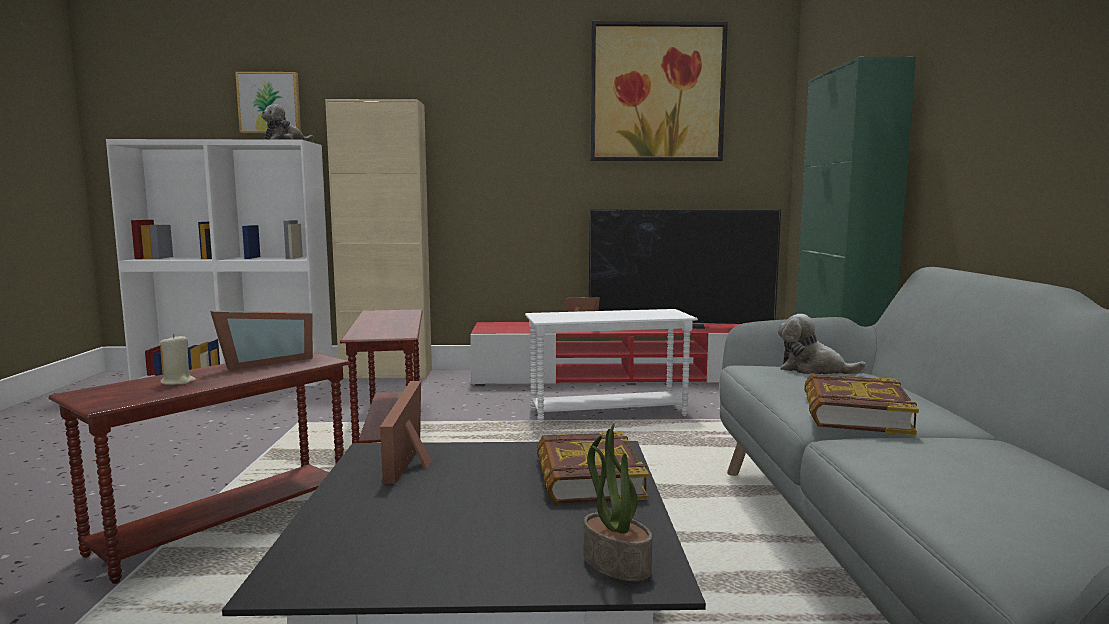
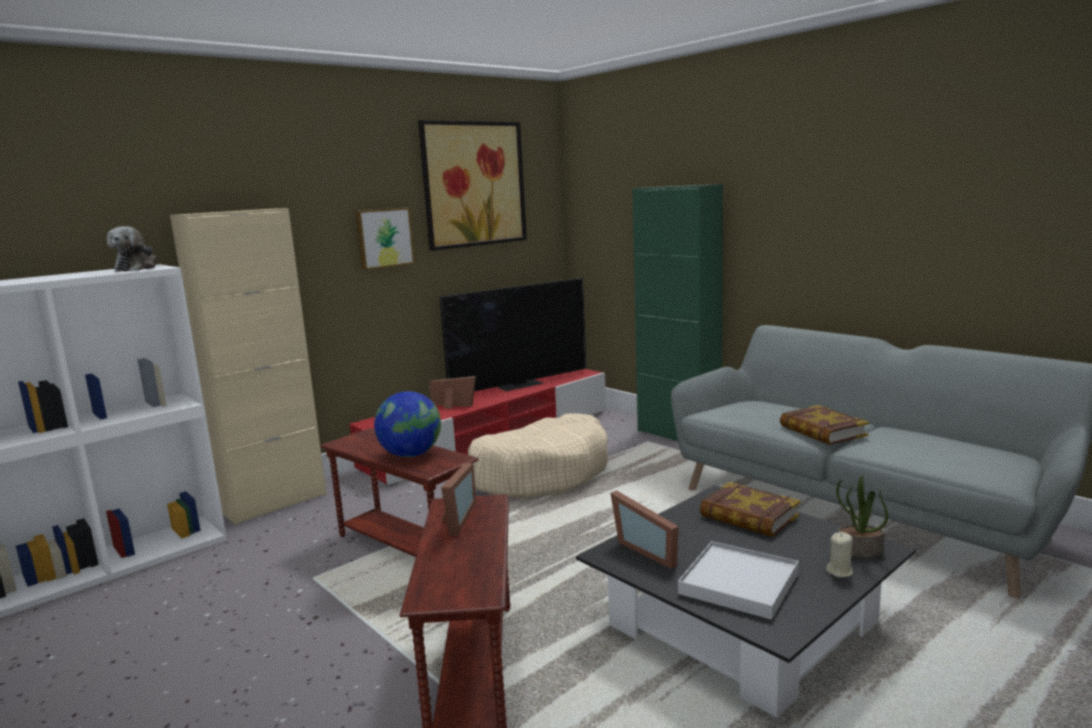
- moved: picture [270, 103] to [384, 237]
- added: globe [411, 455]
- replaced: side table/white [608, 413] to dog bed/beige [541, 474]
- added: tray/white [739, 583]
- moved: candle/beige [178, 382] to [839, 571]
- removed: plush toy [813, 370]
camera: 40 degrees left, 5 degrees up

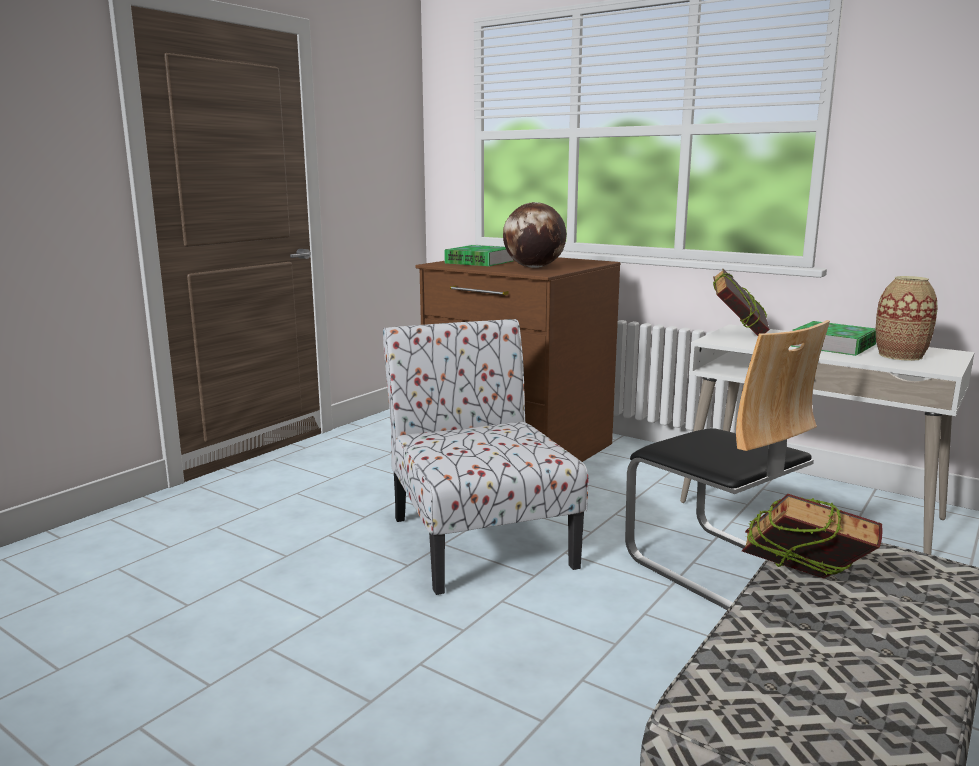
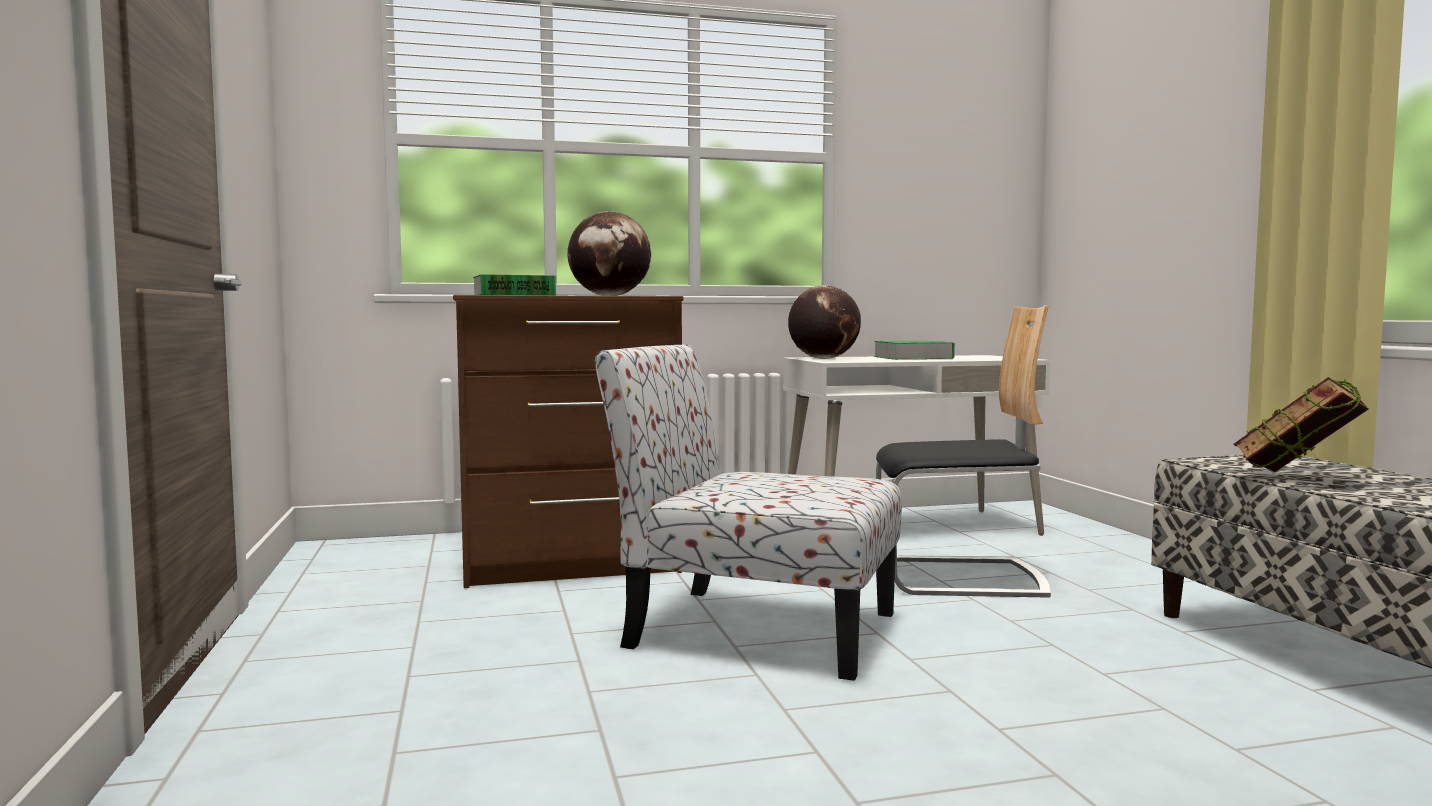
- replaced: book [738, 333] to globe [823, 358]
- removed: vase [900, 355]
camera: 50 degrees left, 10 degrees down

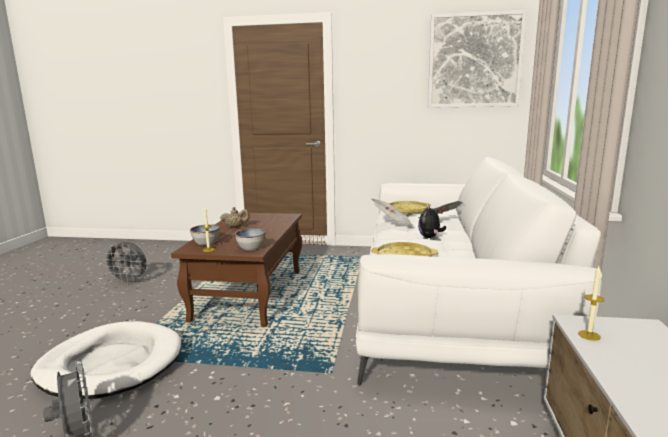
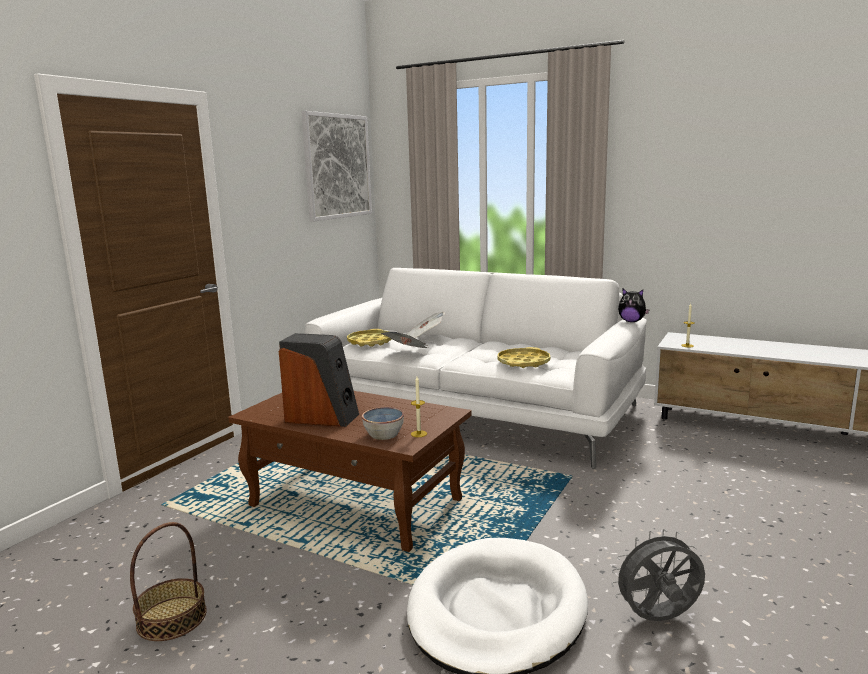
- replaced: fan/grey [129, 282] to basket [171, 618]
- replaced: teapot/beige [235, 226] to speaker [322, 417]
- moved: plush toy [430, 237] to [631, 321]
- removed: bowl [251, 247]
camera: 70 degrees left, 0 degrees up

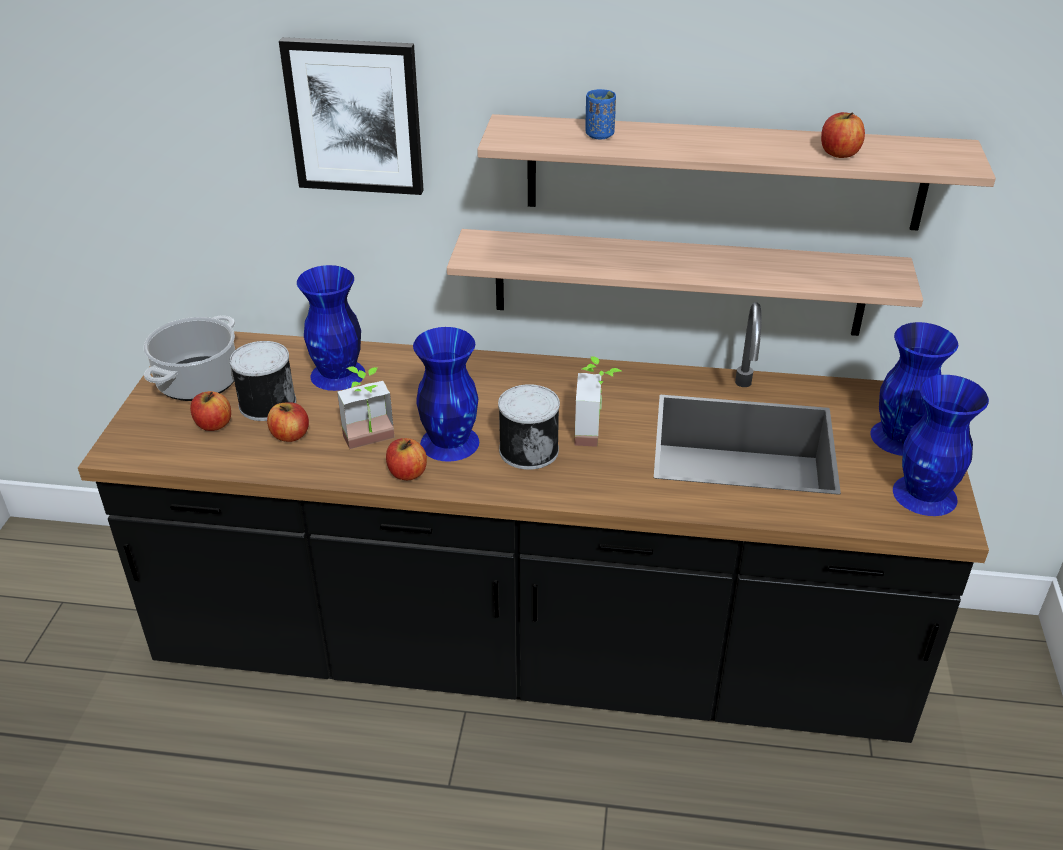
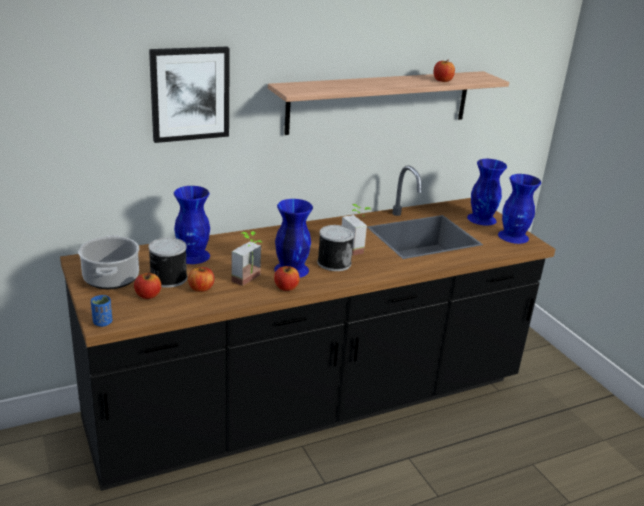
- moved: cup/blue [599, 135] to [102, 322]
- removed: shelf [678, 282]
camera: 35 degrees left, 10 degrees down

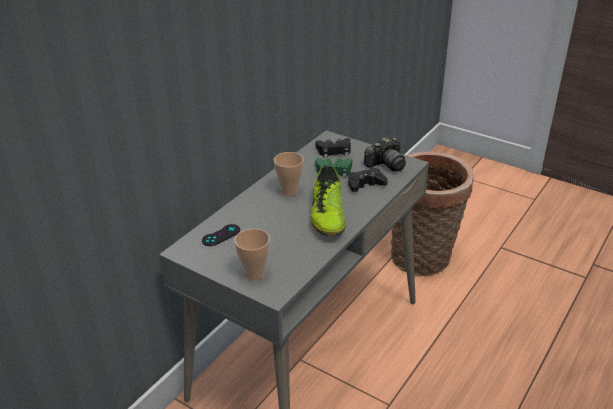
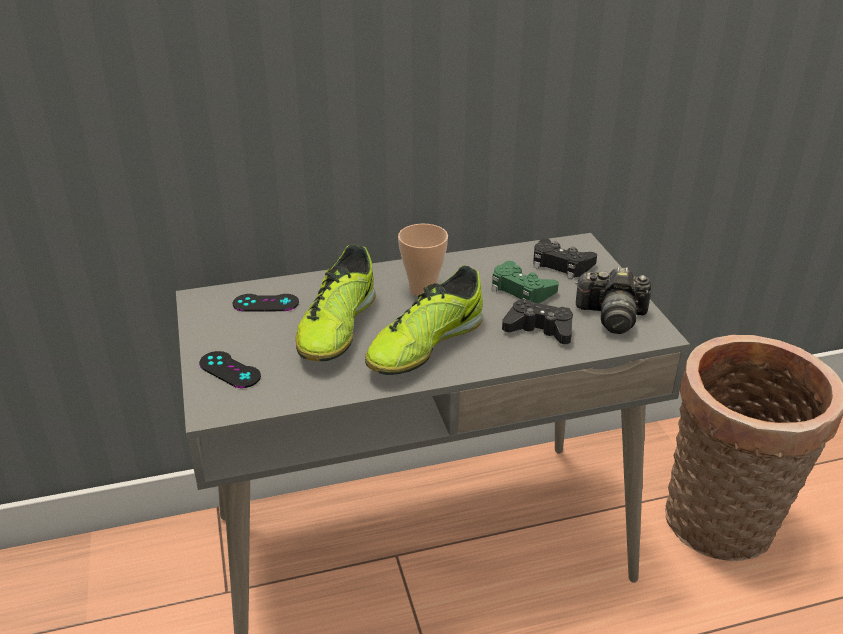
- replaced: cup [254, 274] to game controller/black [230, 370]
- added: shoe [337, 327]
camera: 40 degrees right, 0 degrees up

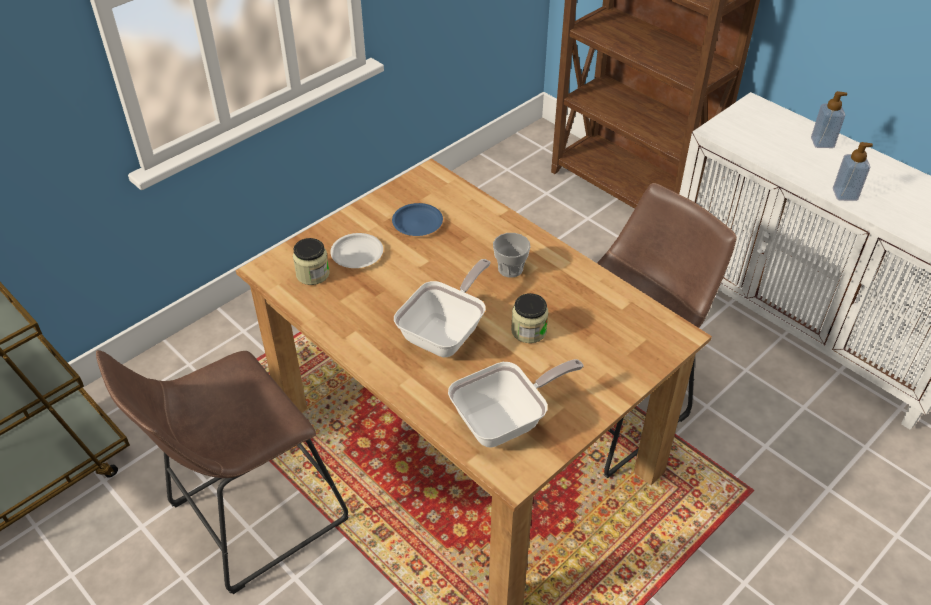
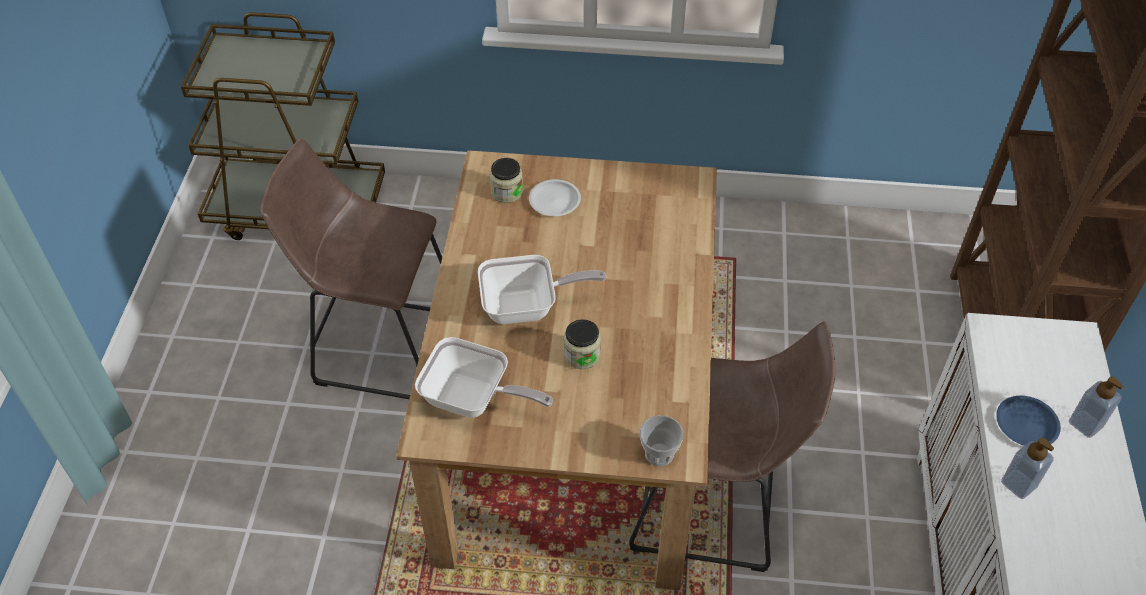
- moved: cup [510, 269] to [659, 454]
- moved: plate/blue [417, 223] to [1025, 424]
camera: 50 degrees right, 5 degrees up

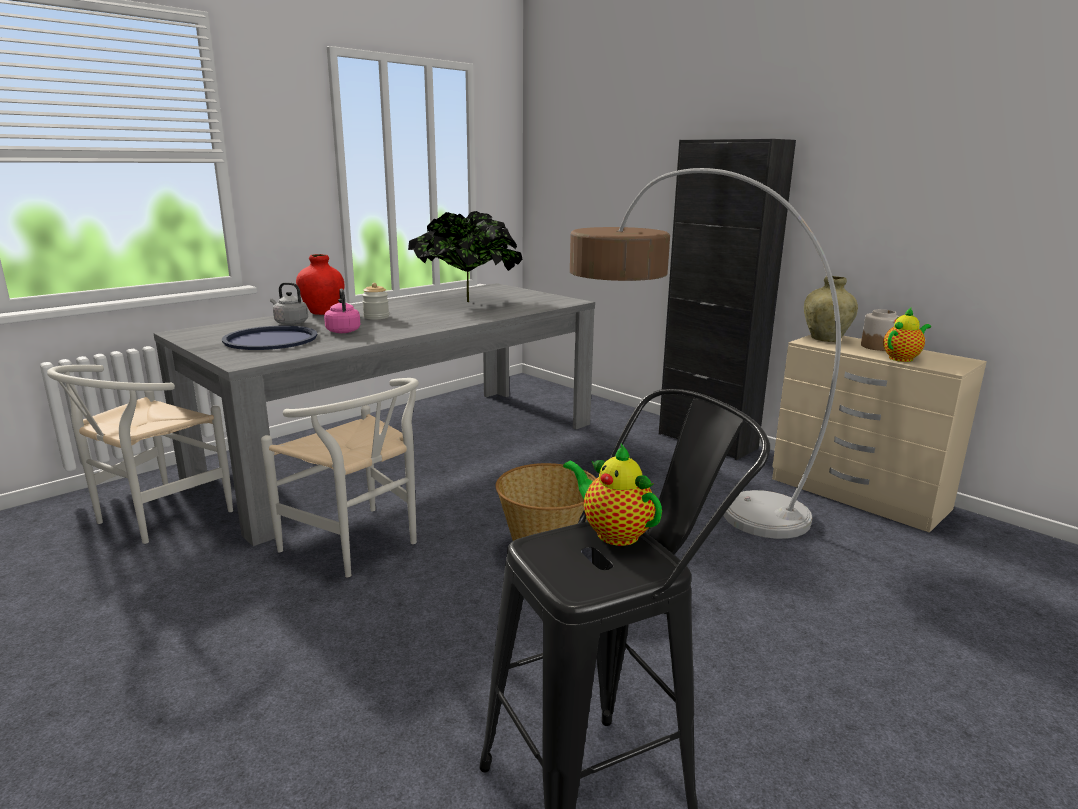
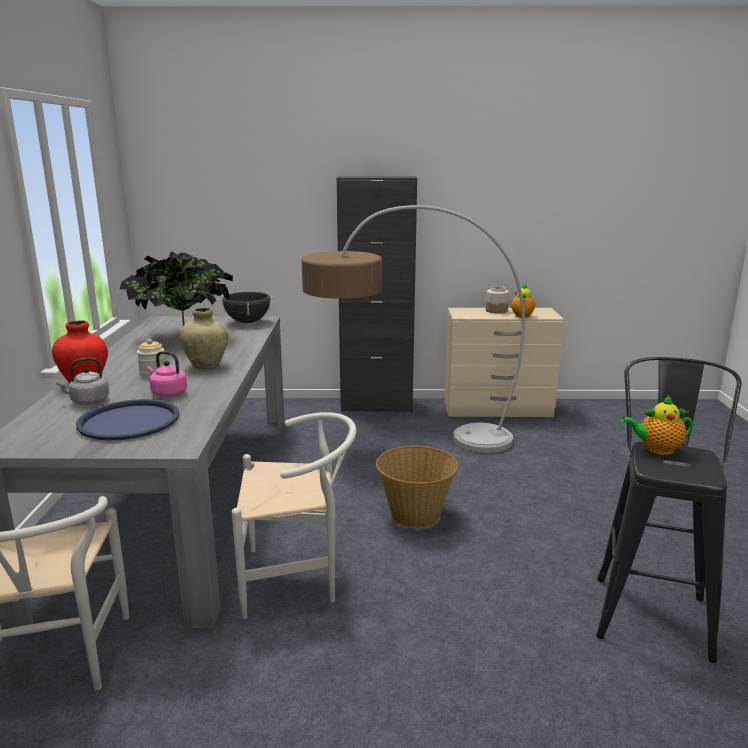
- moved: vase/beige [825, 339] to [206, 366]
- added: cooking pot/black [248, 322]
camera: 45 degrees left, 0 degrees up

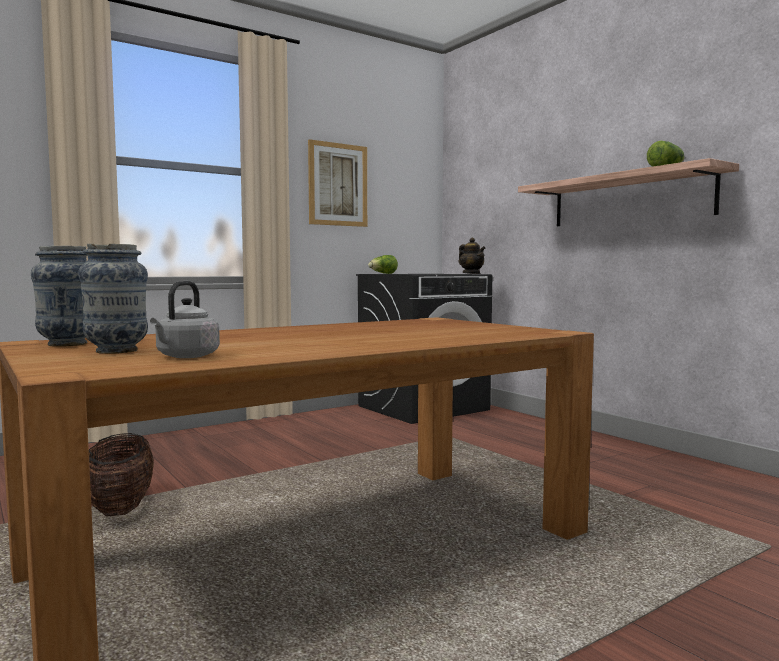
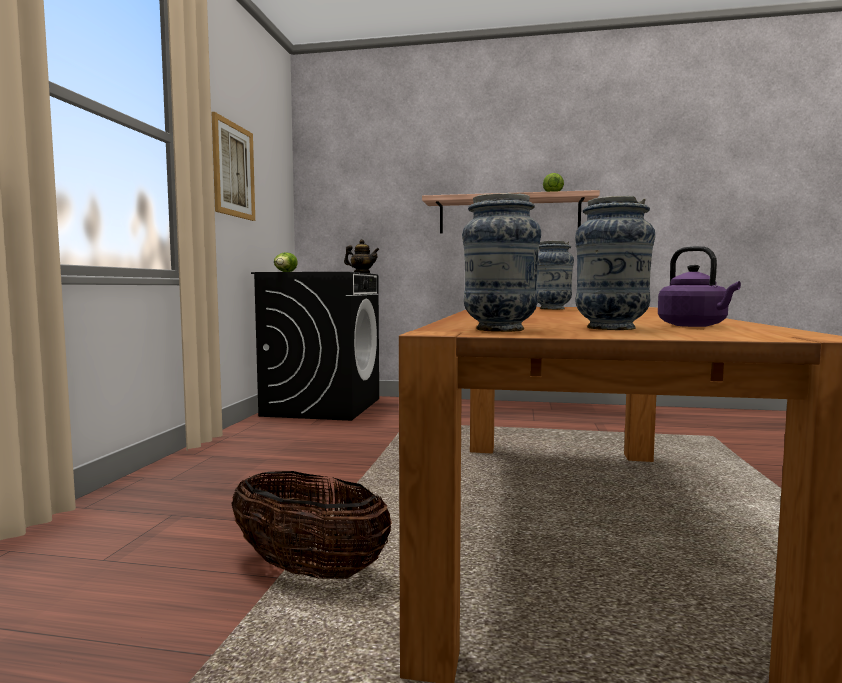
- added: vase [552, 309]
- recoloured: kettle/grey [186, 356] to kettle/purple [695, 326]
camera: 45 degrees left, 0 degrees up

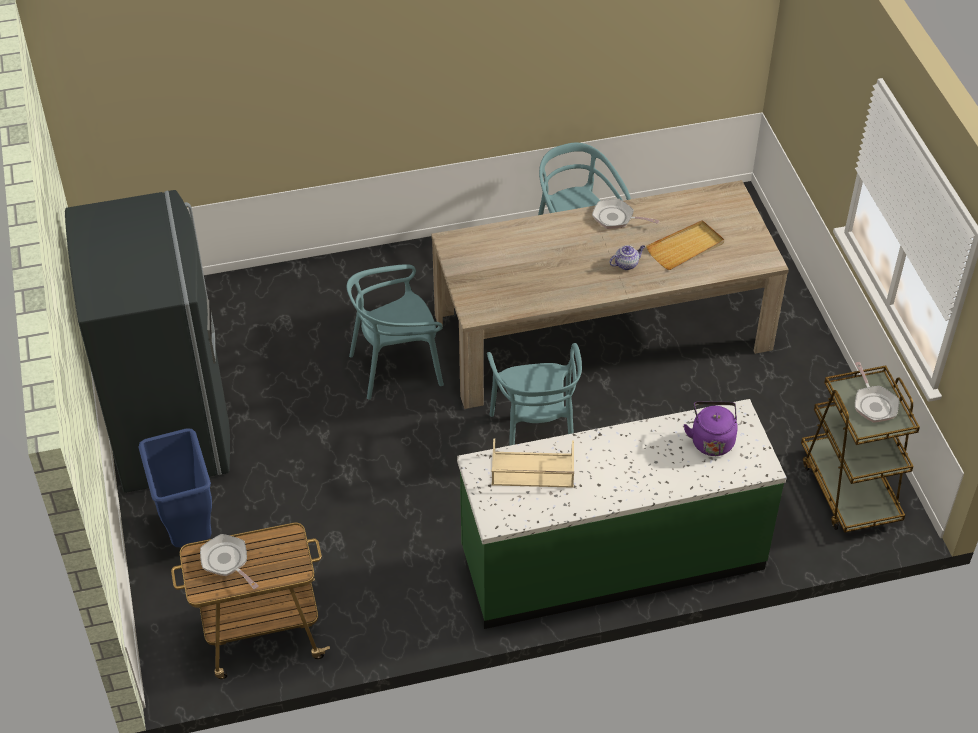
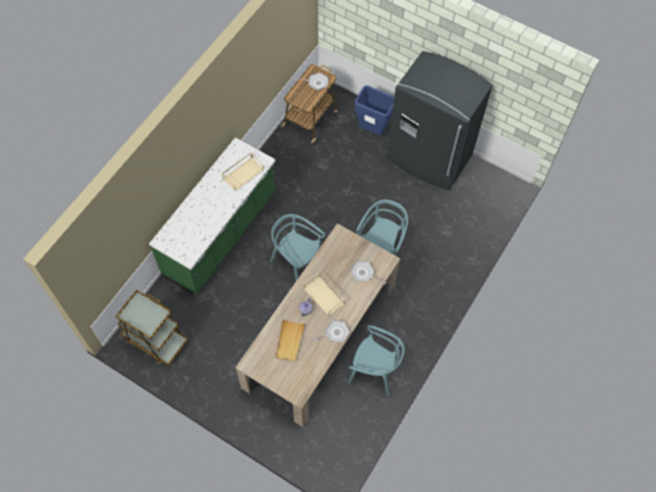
- added: tray/beige [324, 296]
- moved: frying pan [873, 404] to [364, 273]
- removed: kettle/purple [711, 440]
camera: 135 degrees right, 15 degrees up

